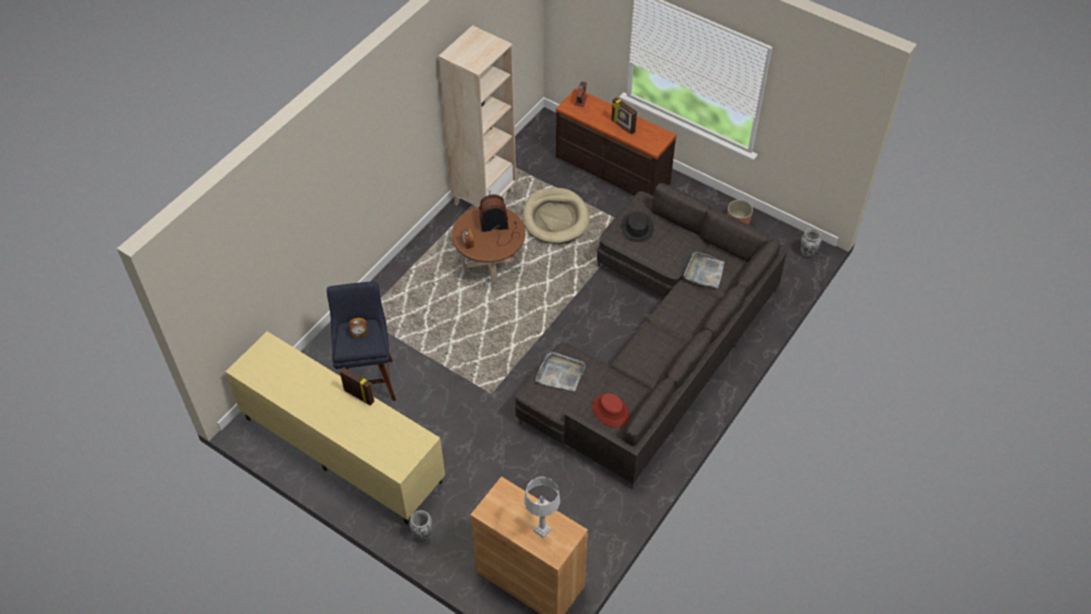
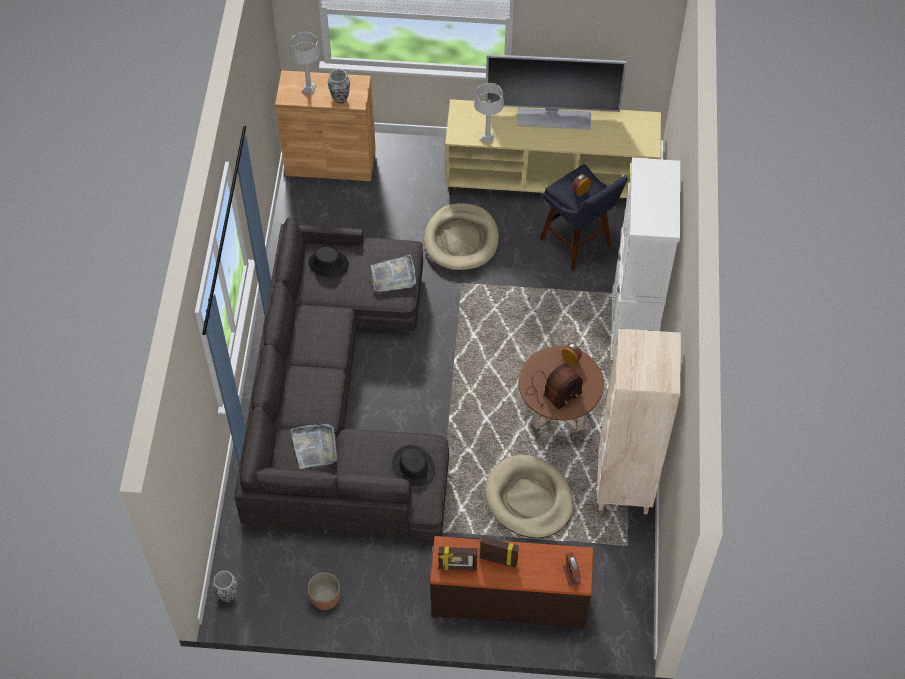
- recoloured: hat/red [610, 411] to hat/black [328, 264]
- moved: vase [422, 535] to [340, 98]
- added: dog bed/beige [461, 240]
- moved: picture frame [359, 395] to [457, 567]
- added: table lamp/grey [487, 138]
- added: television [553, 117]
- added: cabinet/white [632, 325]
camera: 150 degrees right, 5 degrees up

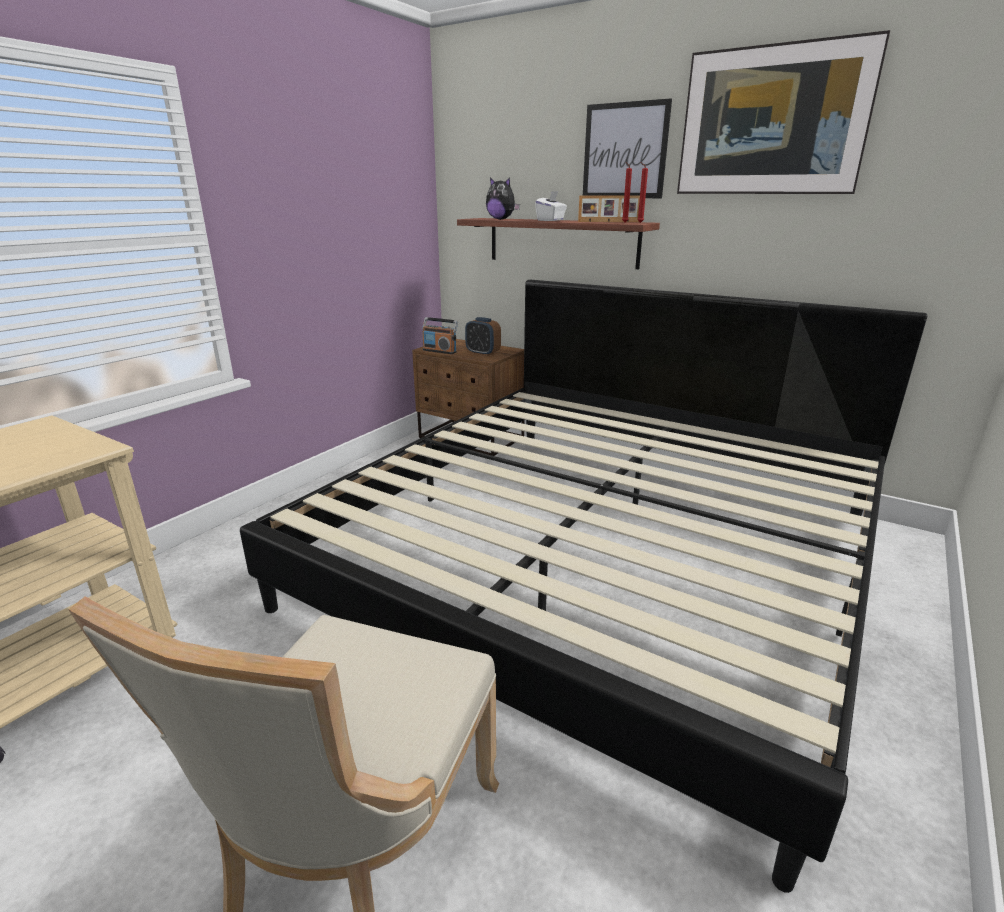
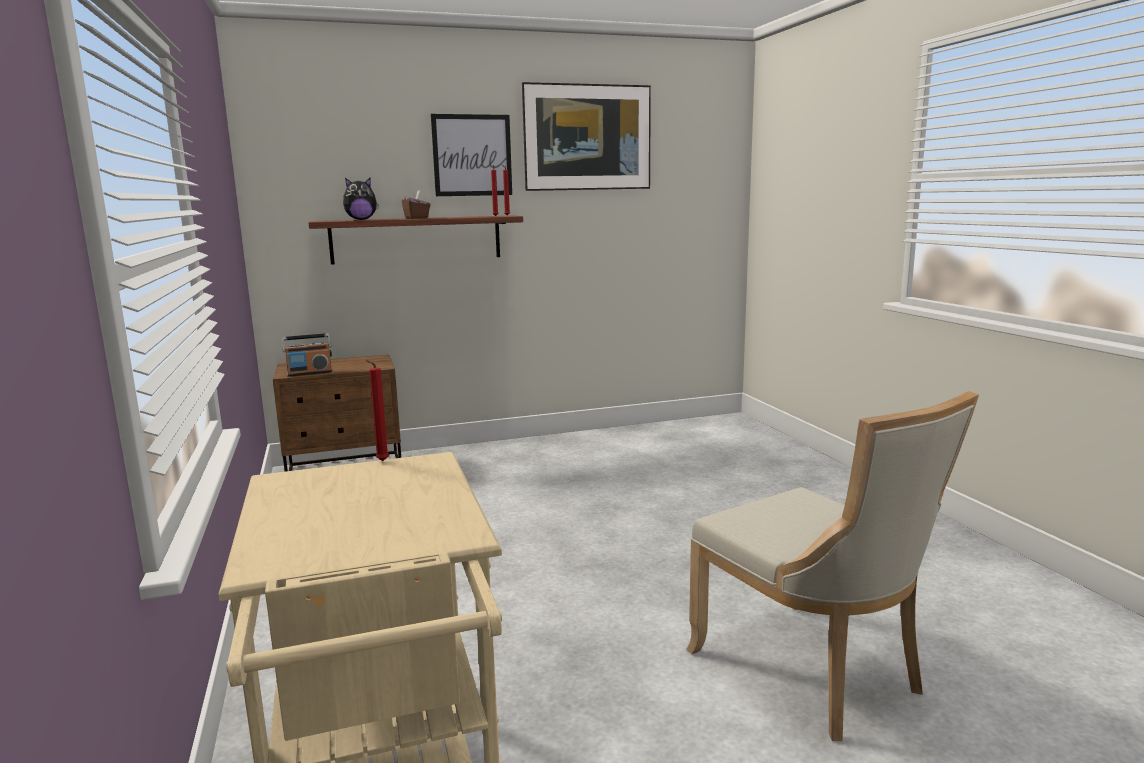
- added: candle/red [381, 461]
- recoloured: tissue box/white [551, 220] to tissue box/brown [417, 218]
- removed: bed [599, 558]
- removed: alarm clock [483, 353]
- removed: picture frame [608, 222]
camera: 50 degrees left, 10 degrees down

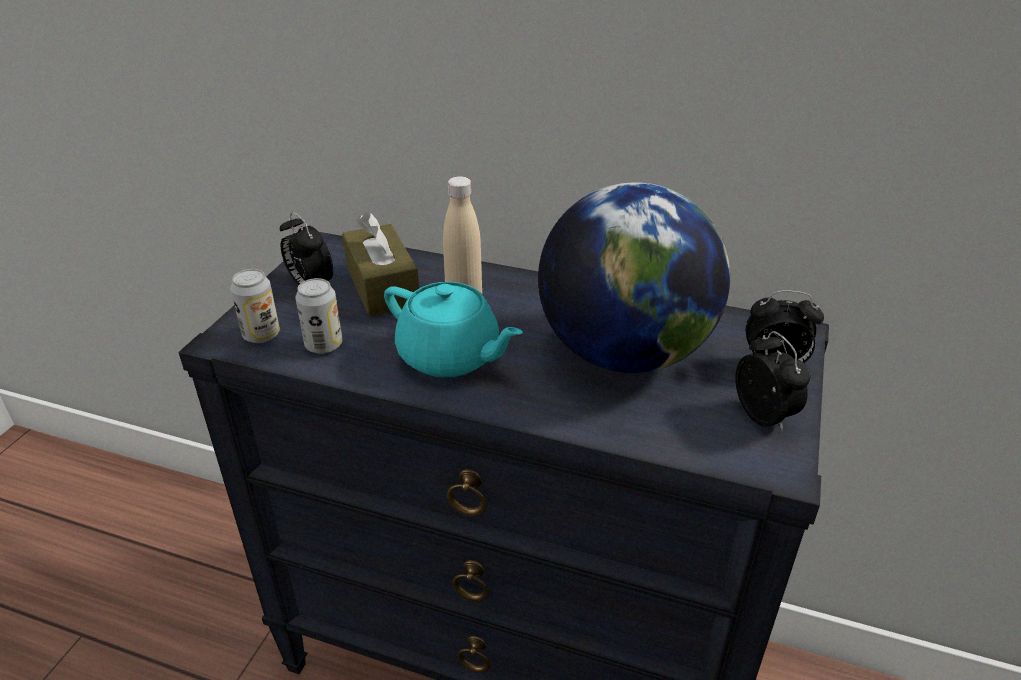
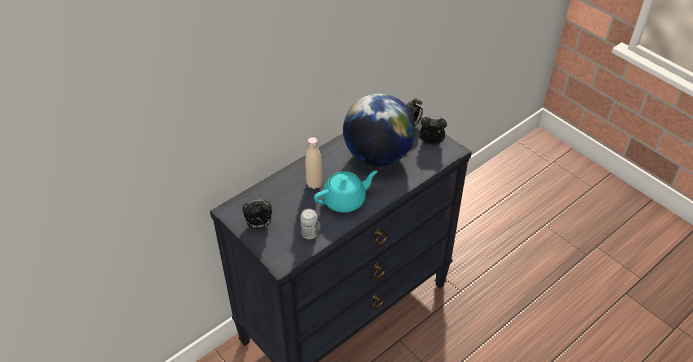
- removed: can [261, 335]
- removed: tissue box/brown [382, 286]
camera: 60 degrees left, 10 degrees up

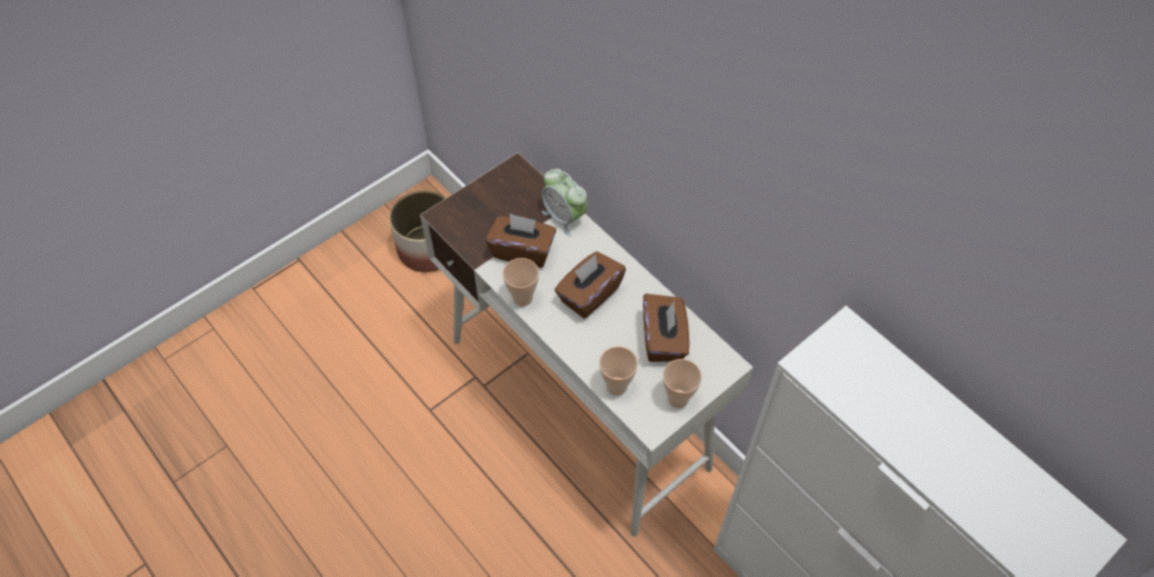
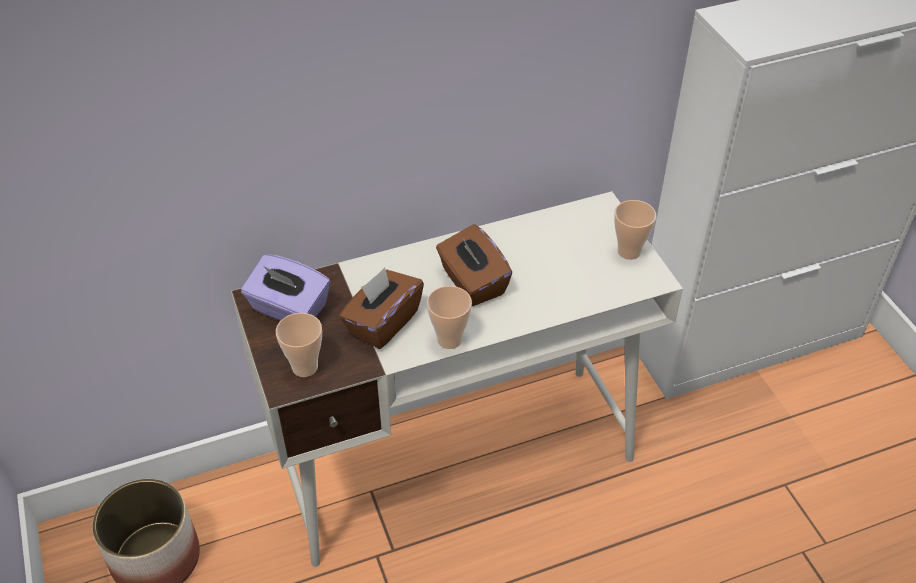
- added: tissue box/purple [289, 309]
- moved: cup [616, 386] to [305, 367]
- removed: alarm clock [564, 217]
- removed: tissue box/brown [664, 339]
camera: 70 degrees left, 10 degrees down

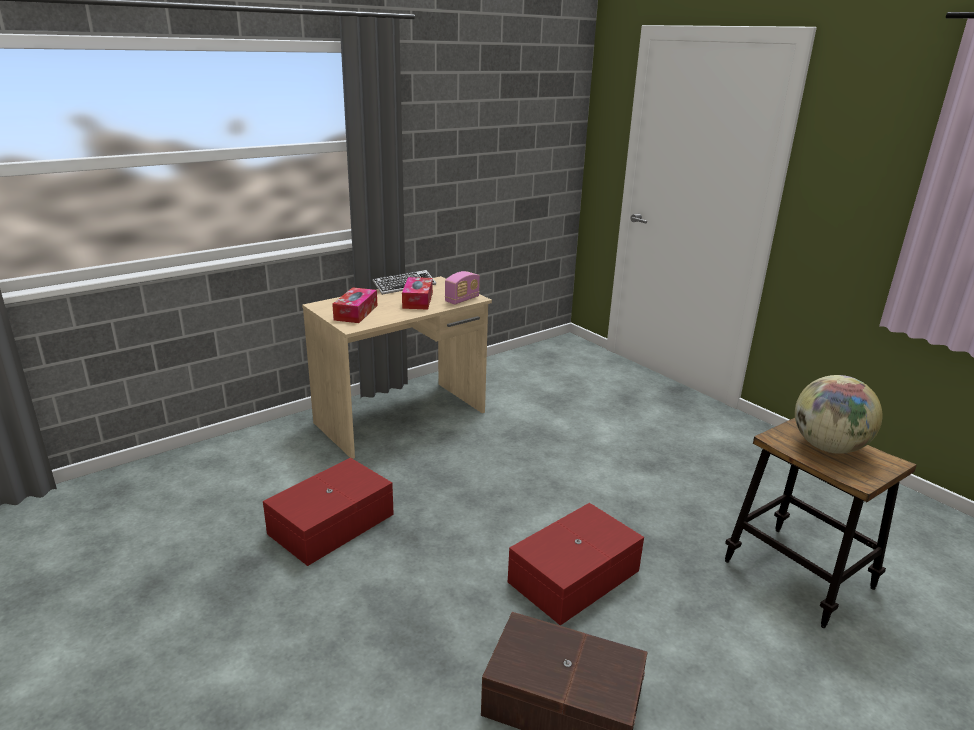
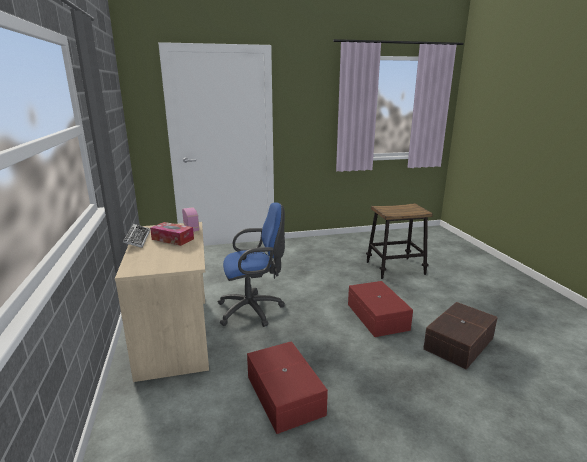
- added: office chair/blue [254, 310]
- removed: tissue box [356, 312]
- removed: globe [827, 447]
camera: 65 degrees left, 5 degrees down

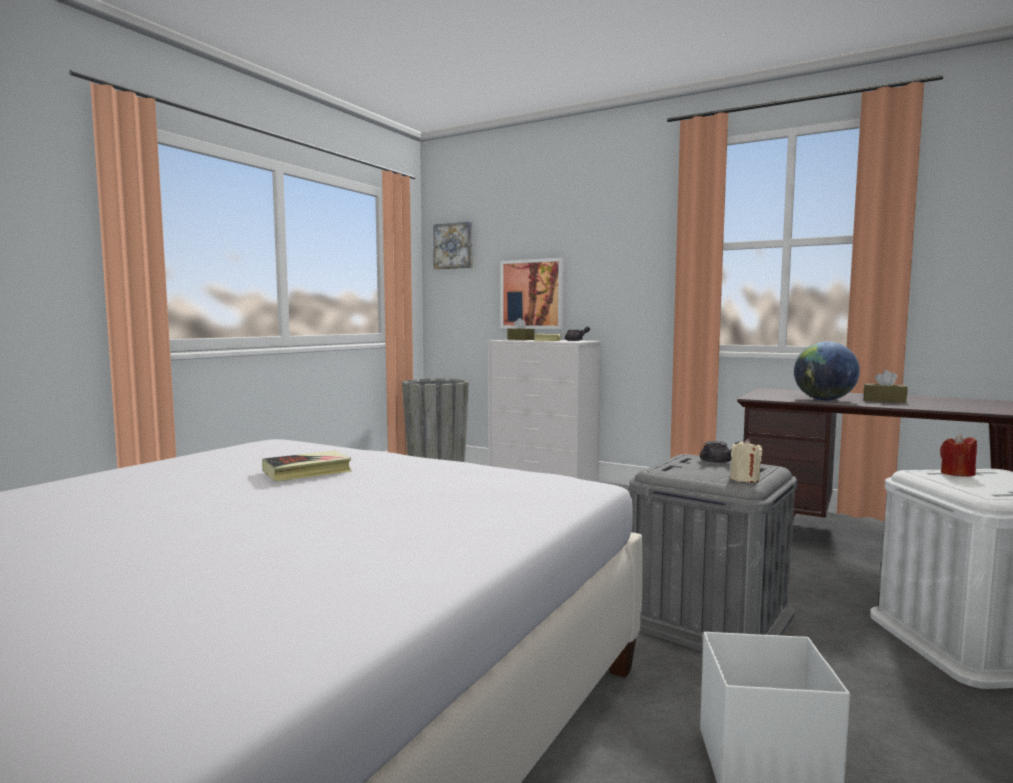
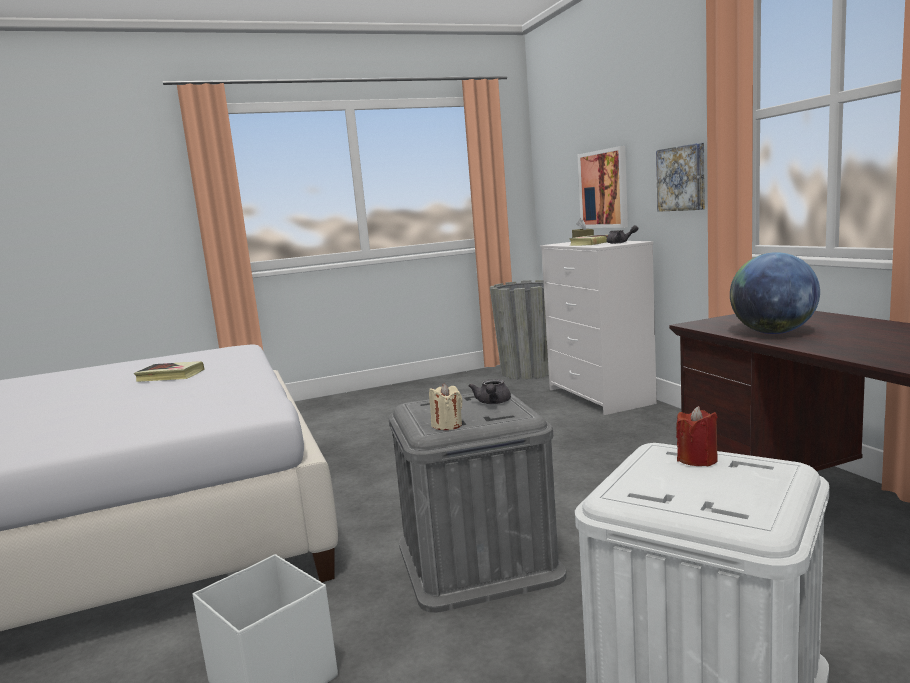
- moved: picture [454, 246] to [682, 178]
- removed: tissue box/brown [884, 400]
camera: 40 degrees right, 5 degrees up

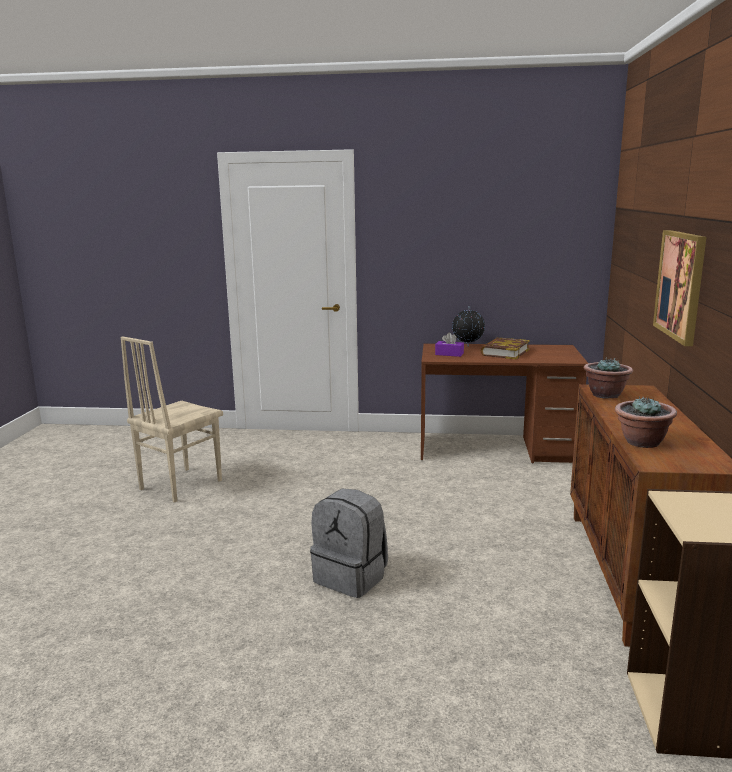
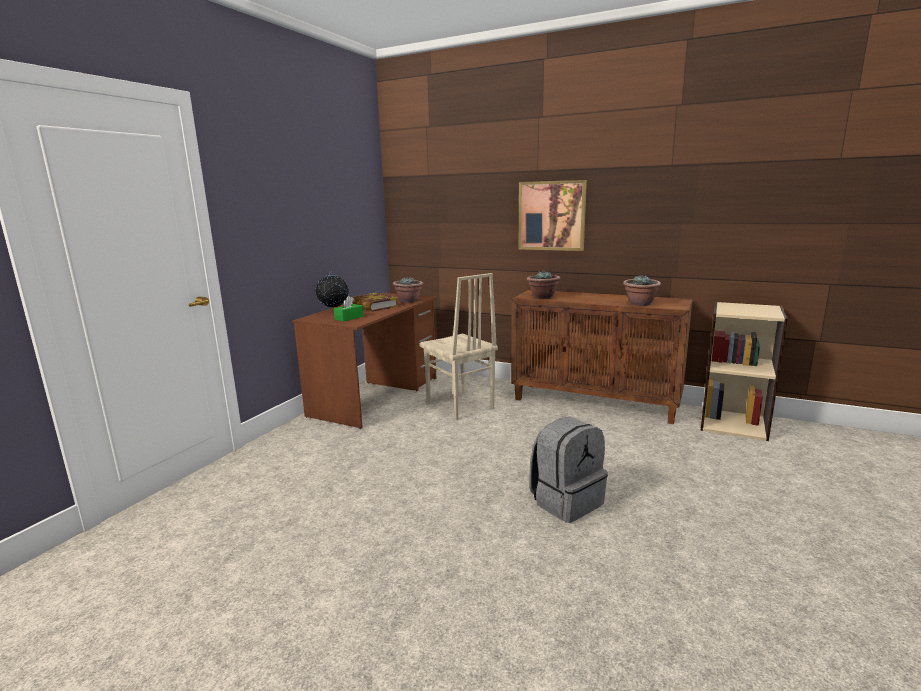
- recoloured: tissue box/purple [449, 354] to tissue box/green [349, 318]
- added: potted plant [409, 301]
- moved: chair/beige [179, 485] to [459, 406]
camera: 70 degrees left, 0 degrees up

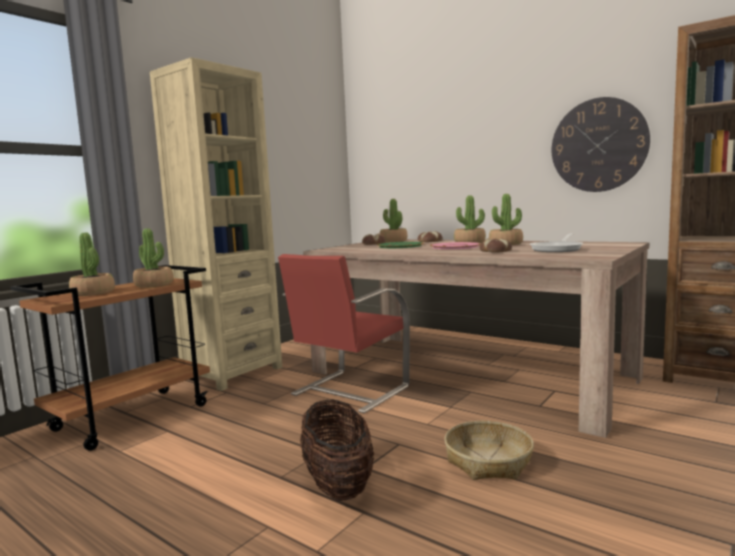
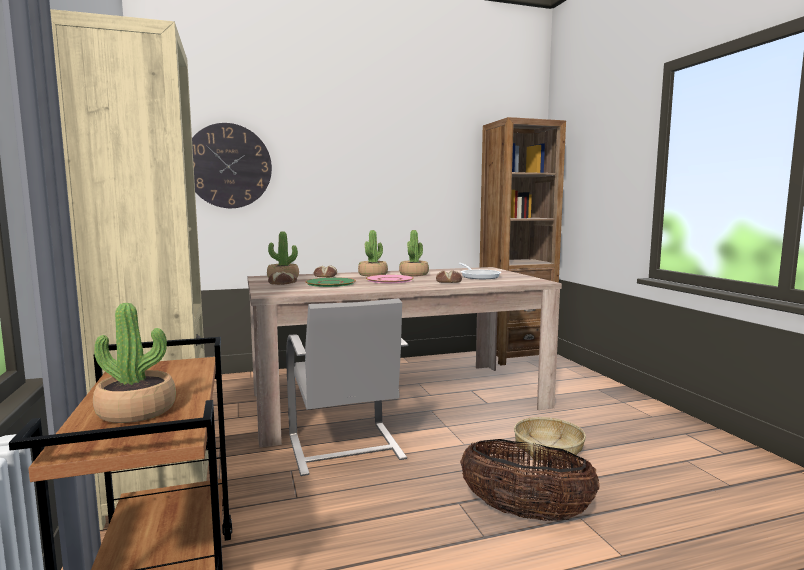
- moved: wall clock [598, 145] to [228, 166]
- recoloured: chair/red [348, 391] to chair/grey [345, 448]
- removed: potted plant [154, 285]
camera: 55 degrees left, 0 degrees up

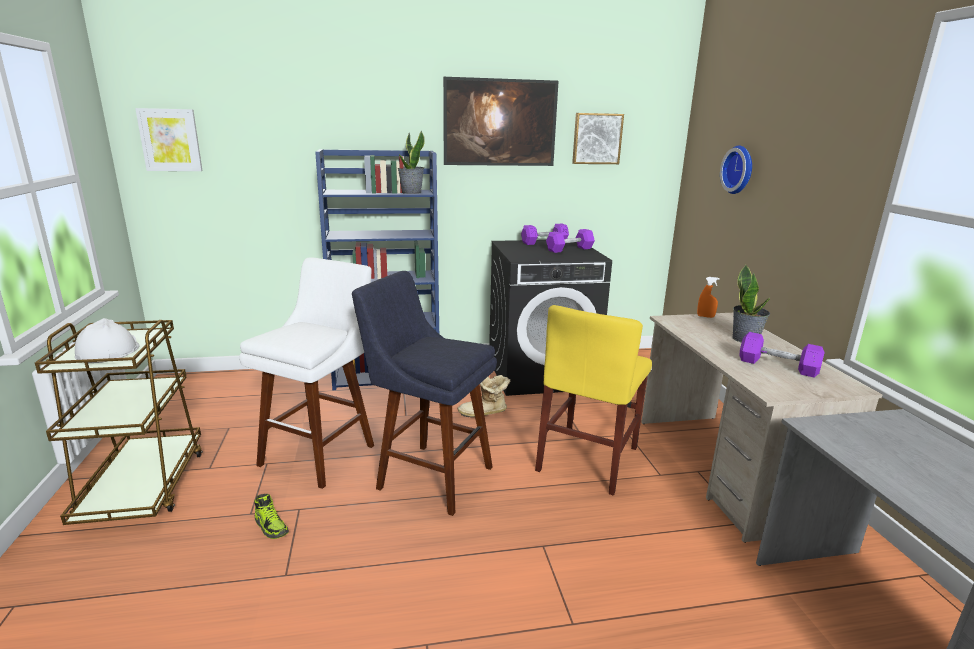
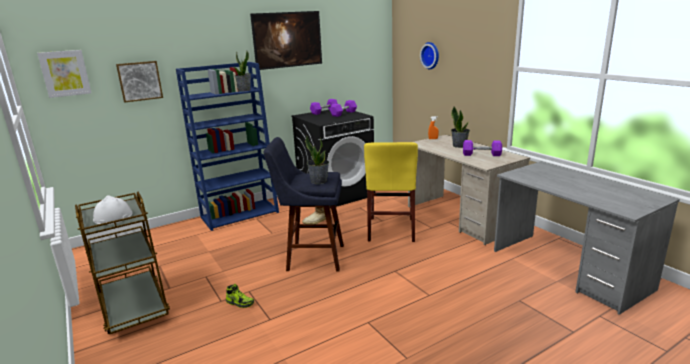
- moved: picture [596, 138] to [139, 81]
- added: potted plant [319, 181]
- removed: stool/white [322, 451]
camera: 20 degrees left, 0 degrees up

